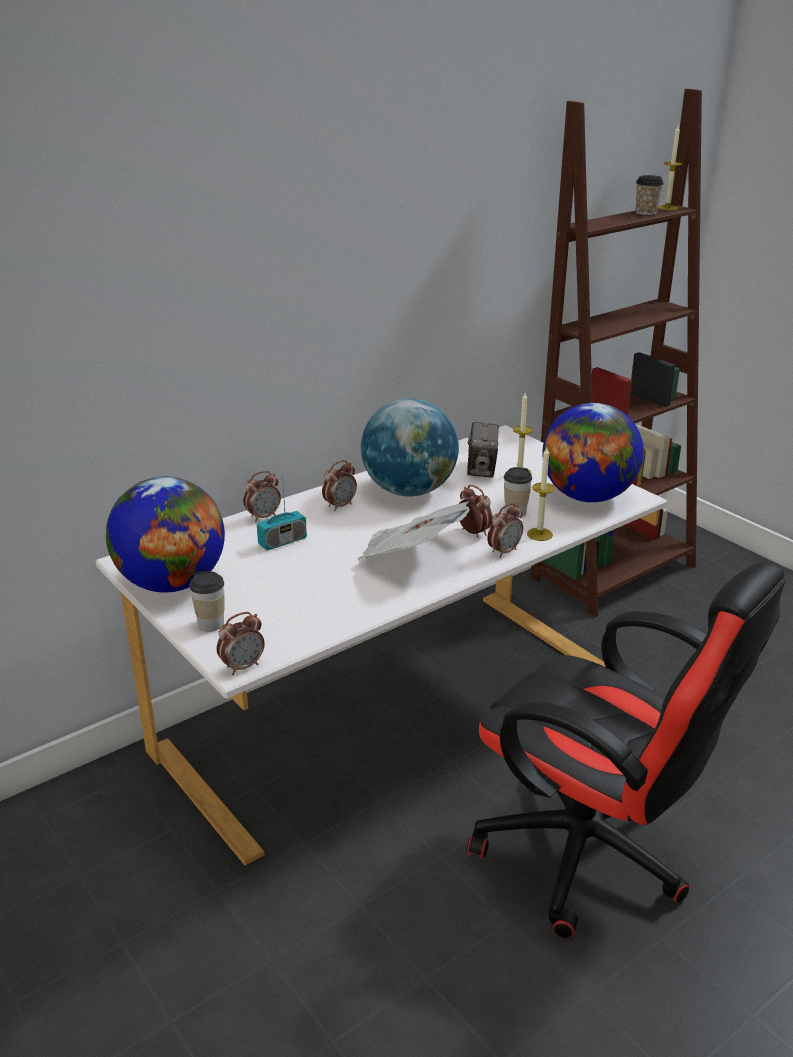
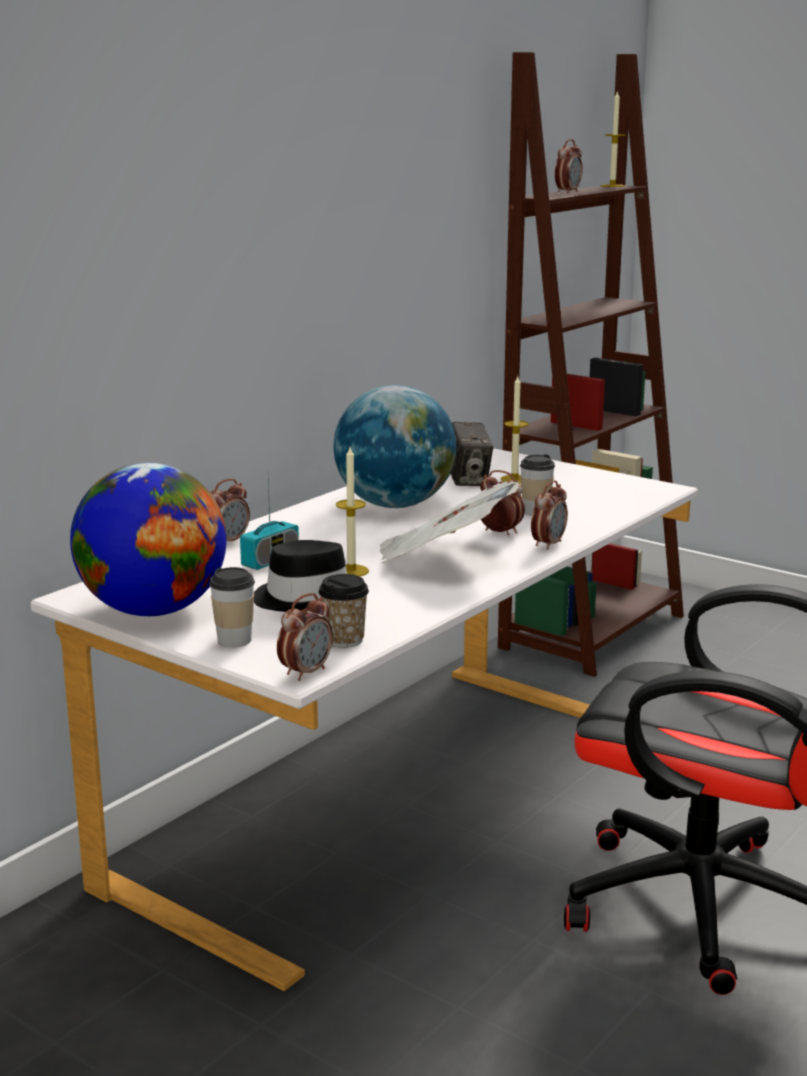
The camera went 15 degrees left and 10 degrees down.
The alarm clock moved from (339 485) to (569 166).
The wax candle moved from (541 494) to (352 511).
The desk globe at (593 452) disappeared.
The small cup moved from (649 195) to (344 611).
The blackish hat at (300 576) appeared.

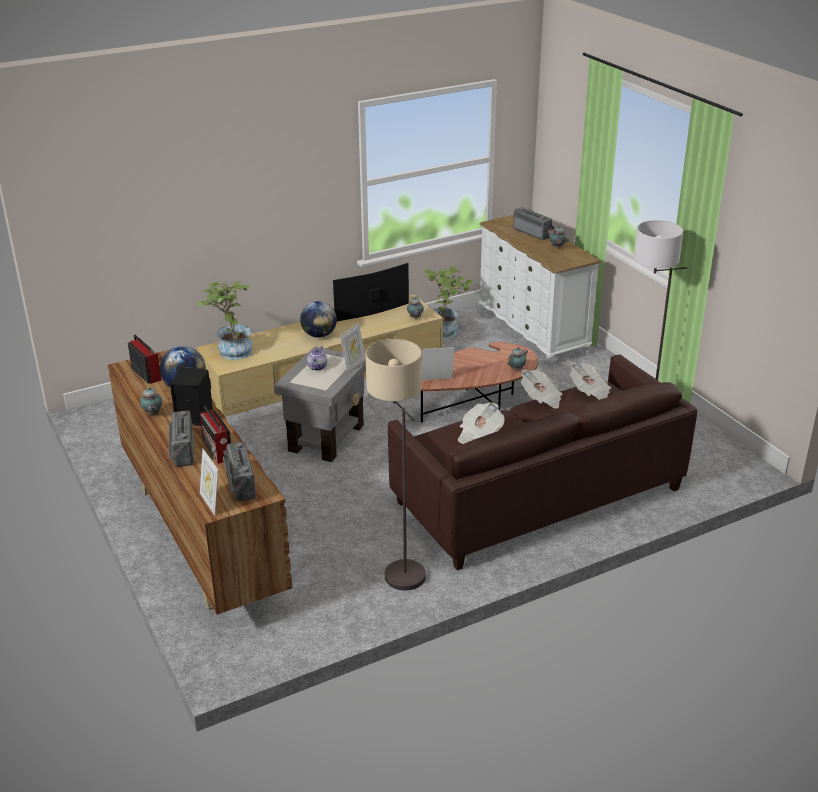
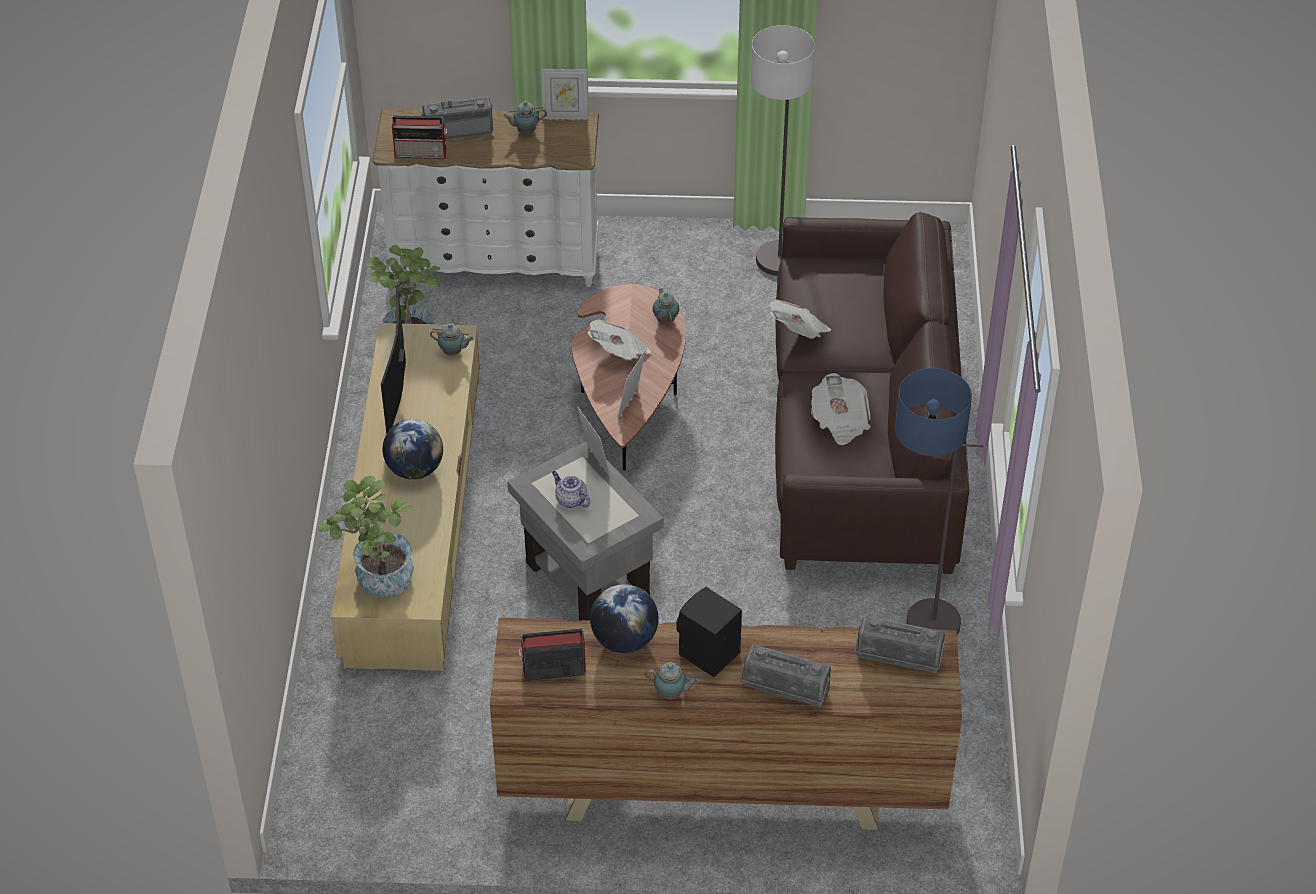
The camera went 60 degrees left and 15 degrees up.
The radio moved from (215 435) to (419 137).
The picture frame moved from (209 482) to (564 94).
The beige-coloured floor lamp at (396 464) became the blue floor lamp at (939 501).
The newspaper moved from (590 381) to (619 339).

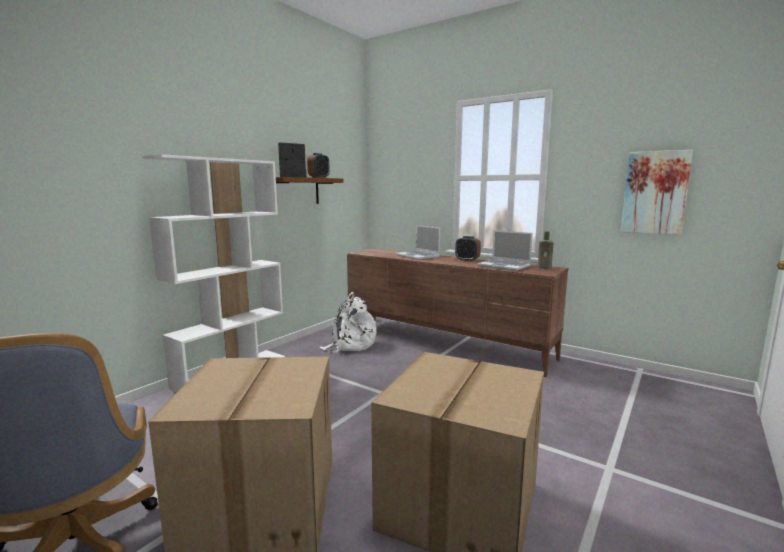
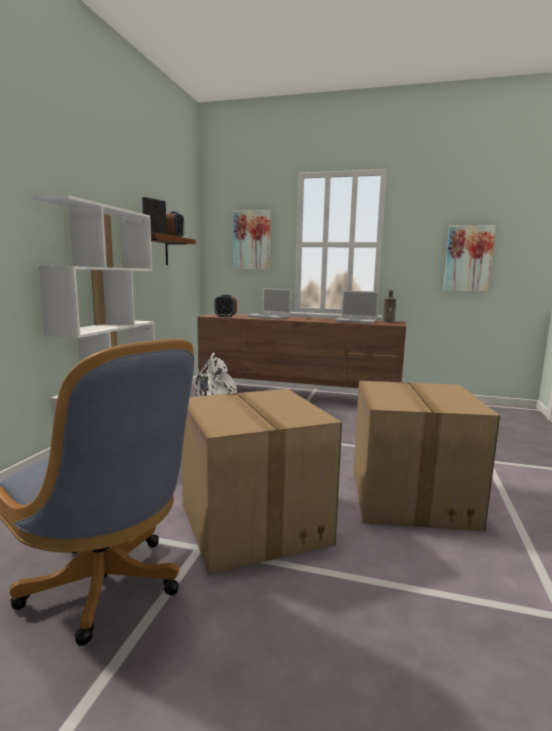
The camera went 20 degrees left and 0 degrees up.
The alarm clock moved from (468 248) to (225 306).
The picture at (252 240) appeared.

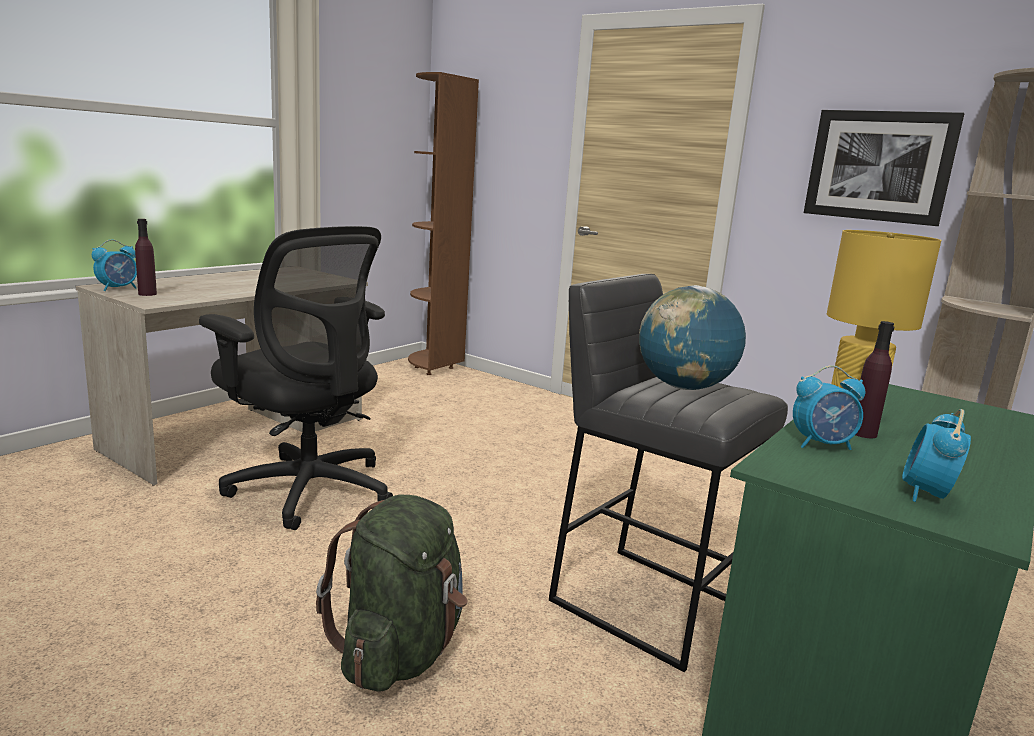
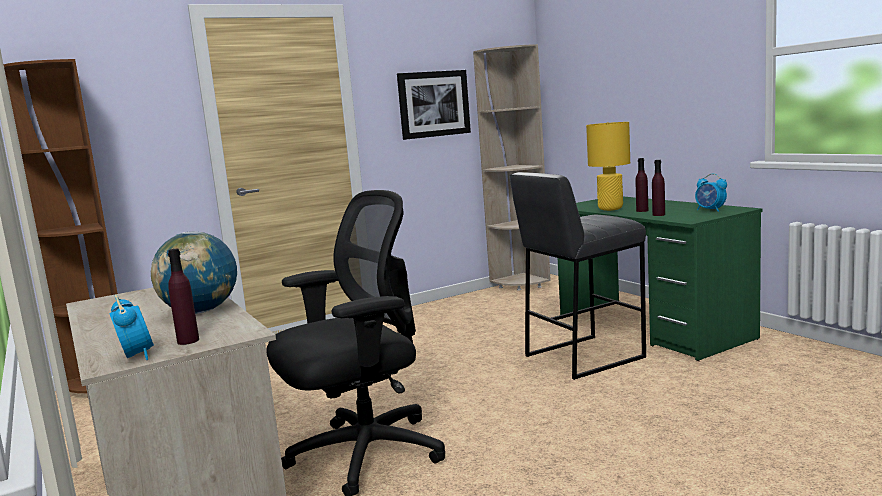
The camera went 65 degrees left and 5 degrees down.
The green-coloured backpack at (392 593) disappeared.
The desk globe moved from (692 337) to (194 273).
The alarm clock at (829 407) was replaced by the purple drink bottle at (658 188).

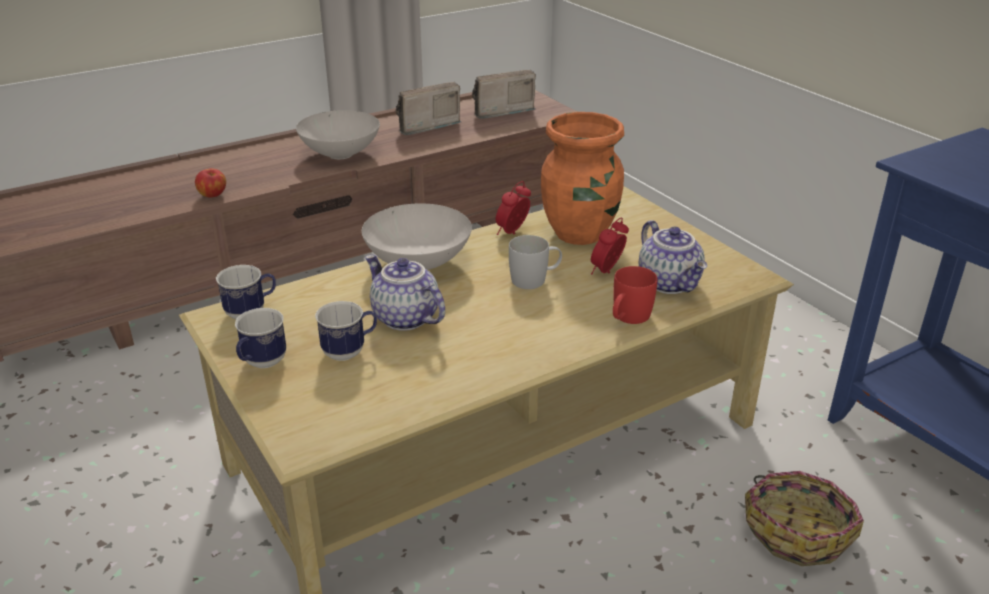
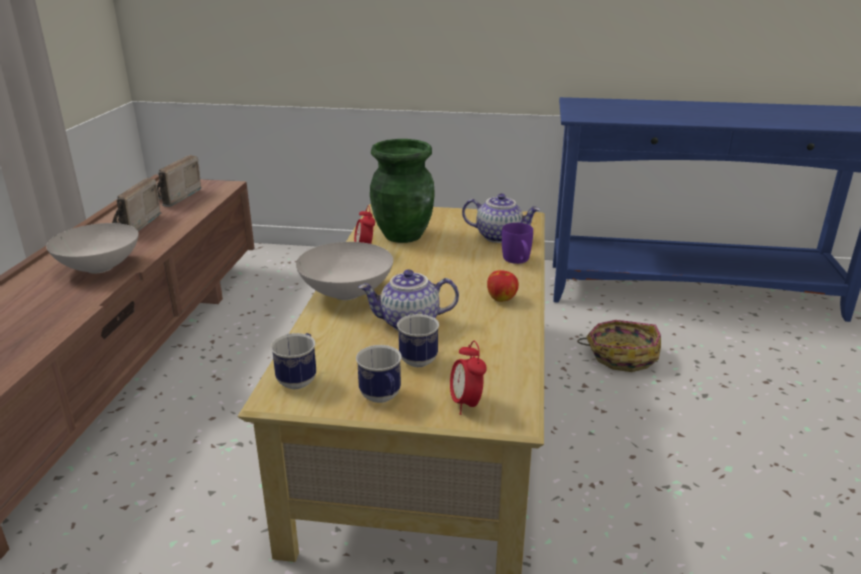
The camera went 50 degrees left and 5 degrees down.
The whole apple moved from (210 183) to (503 286).
The white-coloured coffee mug at (535 262) disappeared.
The orange vase at (582 178) became the green-coloured vase at (402 191).
The alarm clock moved from (610 246) to (468 378).
The reddish coffee mug at (635 295) became the purple coffee mug at (517 243).

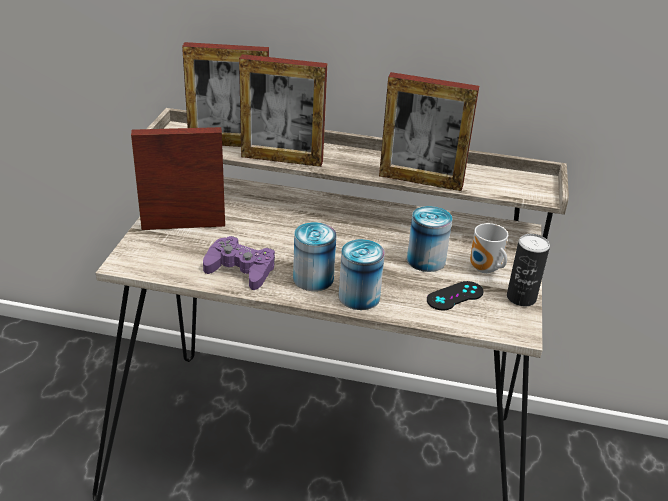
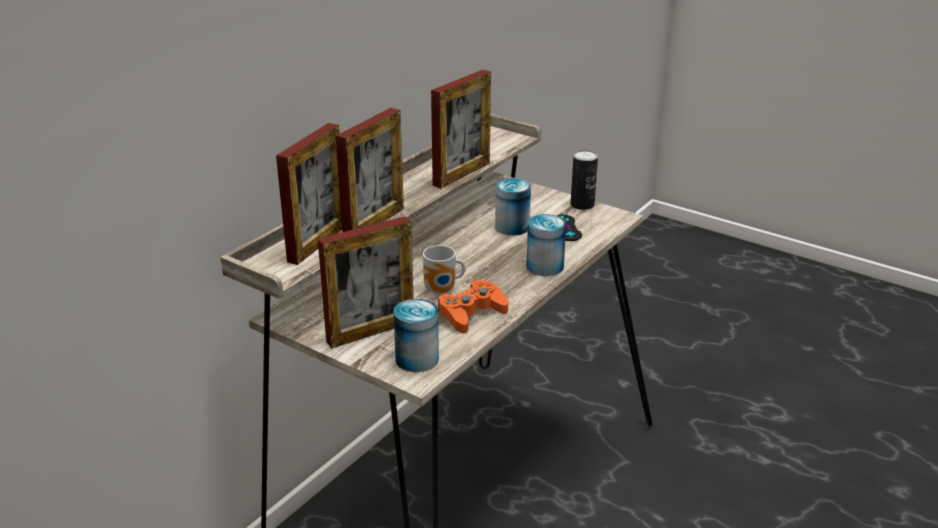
The camera went 65 degrees left and 5 degrees down.
The picture frame at (178 178) turned 135 degrees counterclockwise.
The purple gamepad at (239 263) became the orange gamepad at (473 306).
The metal can moved from (314 256) to (416 335).
The coffee mug moved from (489 248) to (444 270).

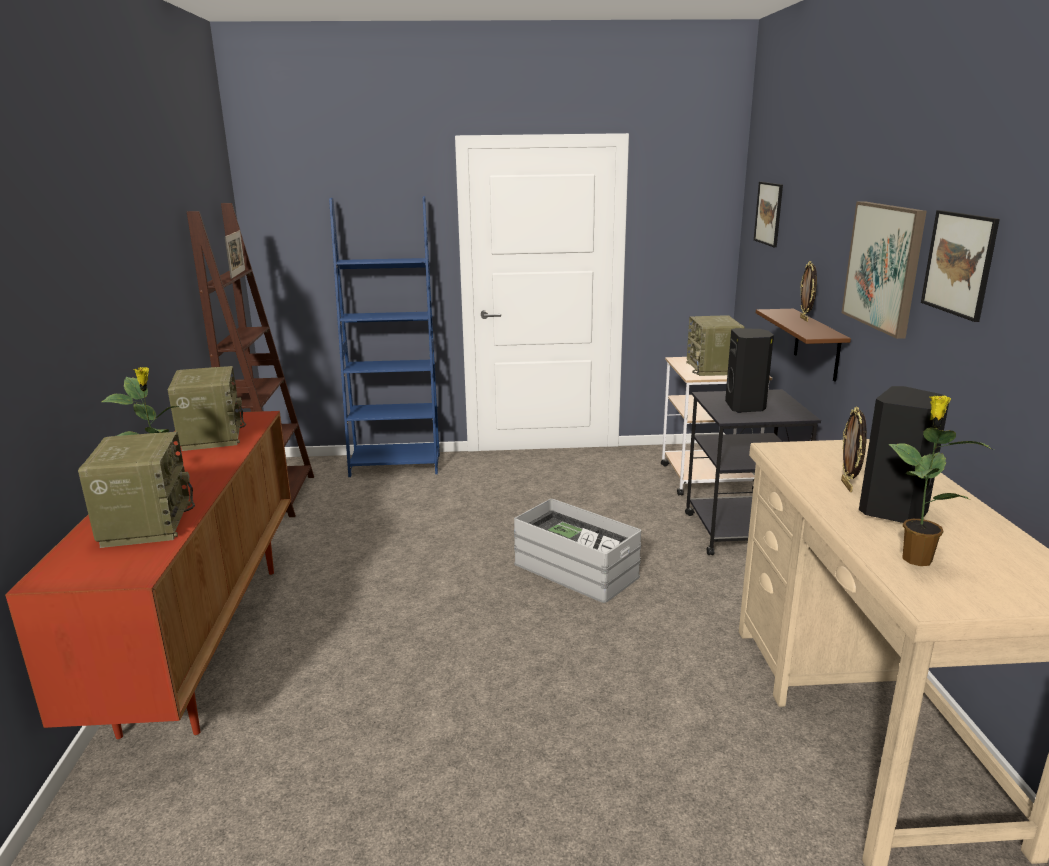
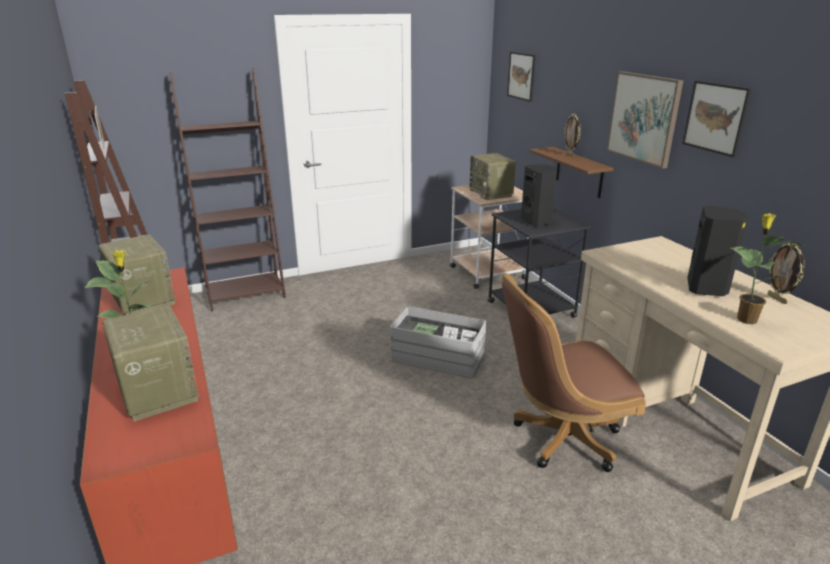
The camera went 20 degrees left and 5 degrees up.
The blue shelving unit at (384 336) became the brown-coloured shelving unit at (227 189).
The picture frame moved from (854 449) to (786 273).
The brown-coloured computer chair at (574 372) appeared.

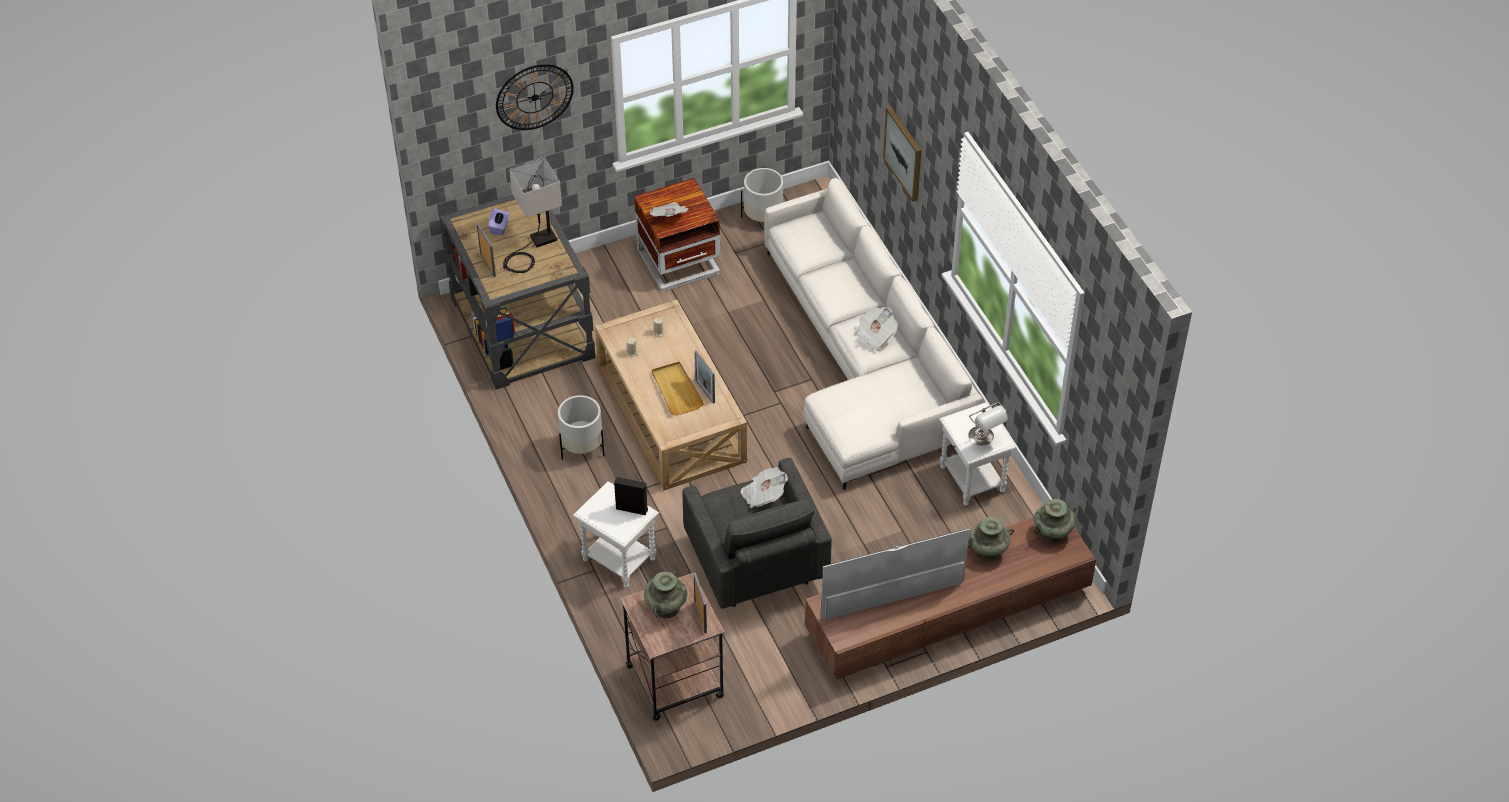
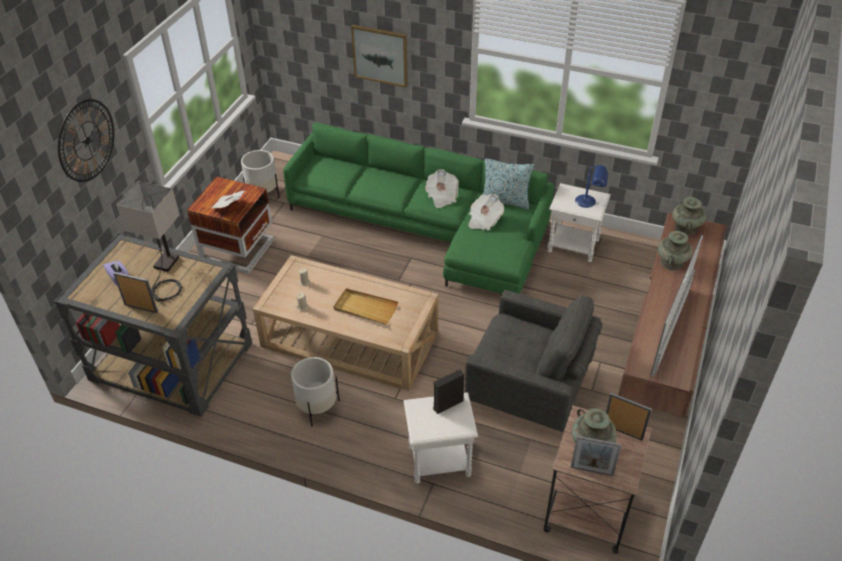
The camera went 45 degrees left and 5 degrees down.
The picture frame moved from (704 377) to (596 456).
The newspaper moved from (764 487) to (486 212).
The white-coloured settee at (873 334) became the green-coloured settee at (418 208).
The white-coloured table lamp at (988 423) became the blue table lamp at (591 186).
The throw pillow at (508 184) appeared.

